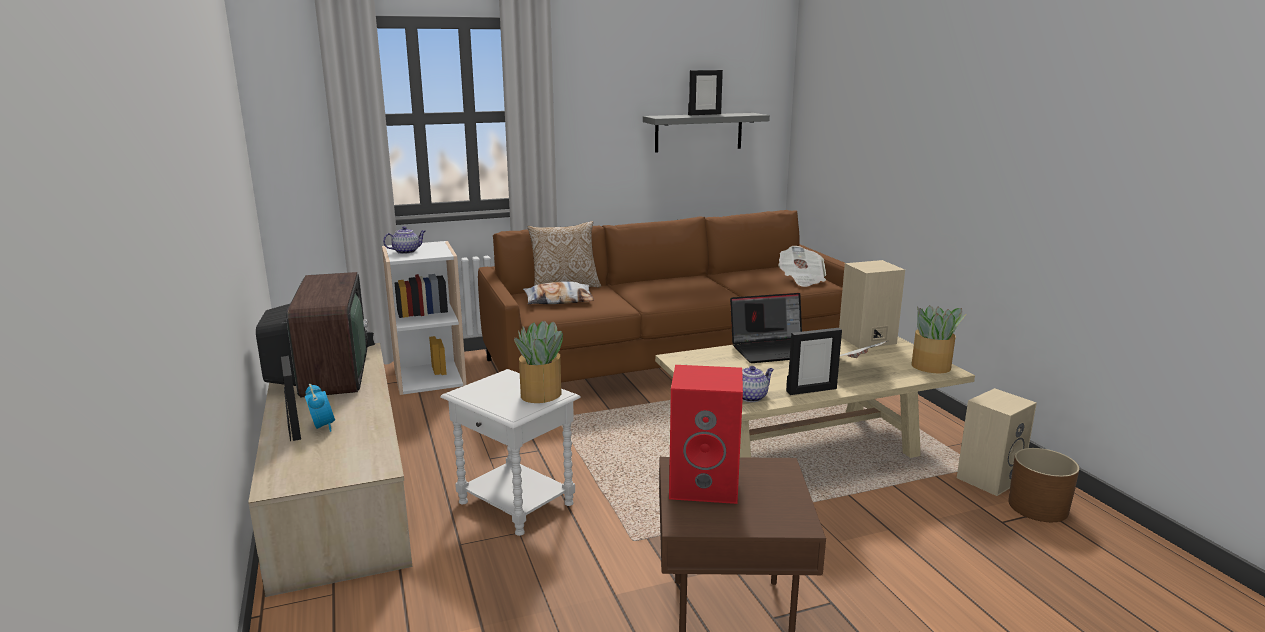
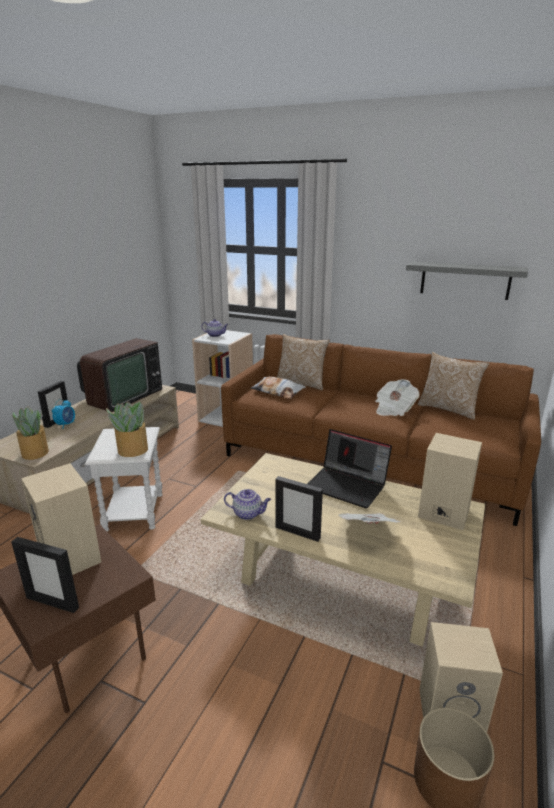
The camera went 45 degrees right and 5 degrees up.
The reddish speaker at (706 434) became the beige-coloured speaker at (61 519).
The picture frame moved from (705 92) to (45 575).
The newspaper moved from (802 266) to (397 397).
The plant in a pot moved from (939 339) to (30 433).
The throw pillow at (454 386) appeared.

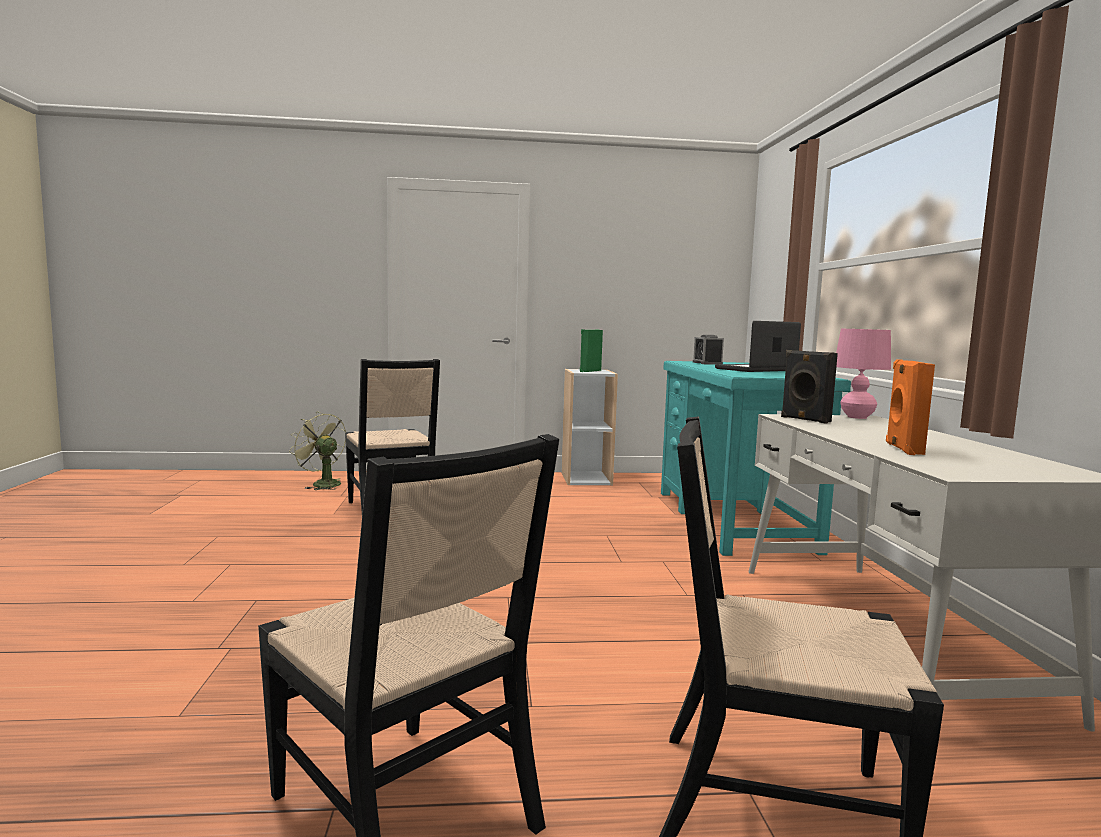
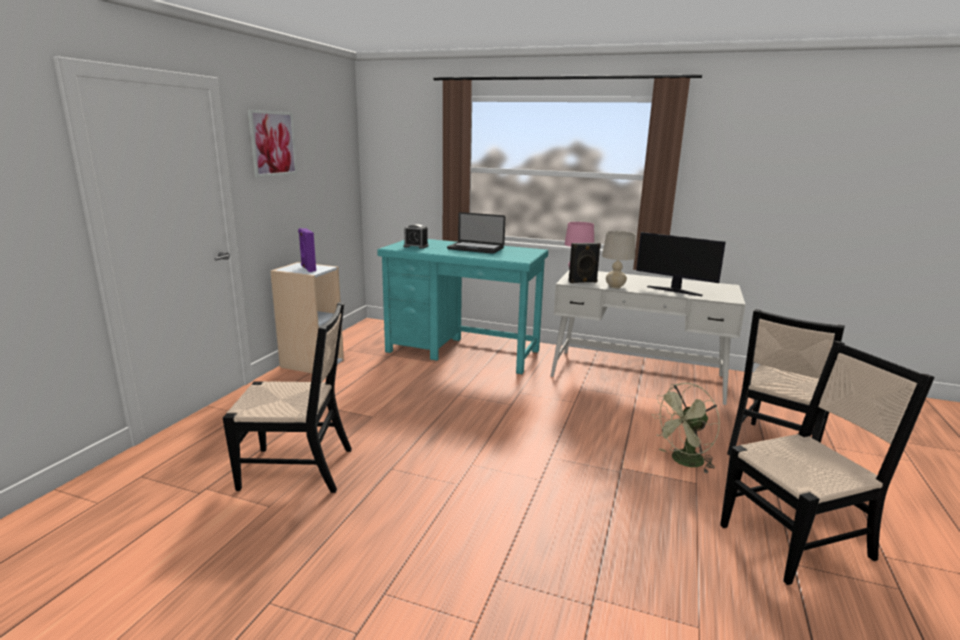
The camera went 65 degrees left and 10 degrees up.
The green-coloured fan moved from (317 451) to (686 428).
The green-coloured speaker at (591 350) became the purple speaker at (307 250).
The laptop at (758 346) turned 60 degrees counterclockwise.
The orange speaker at (910 407) was replaced by the computer display at (681 264).
The picture at (272 143) appeared.
The beige-coloured table lamp at (618 259) appeared.

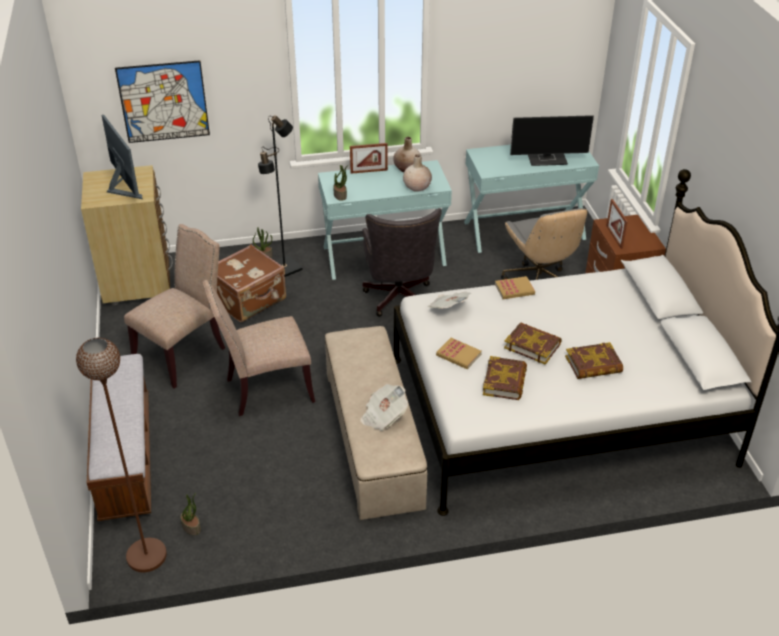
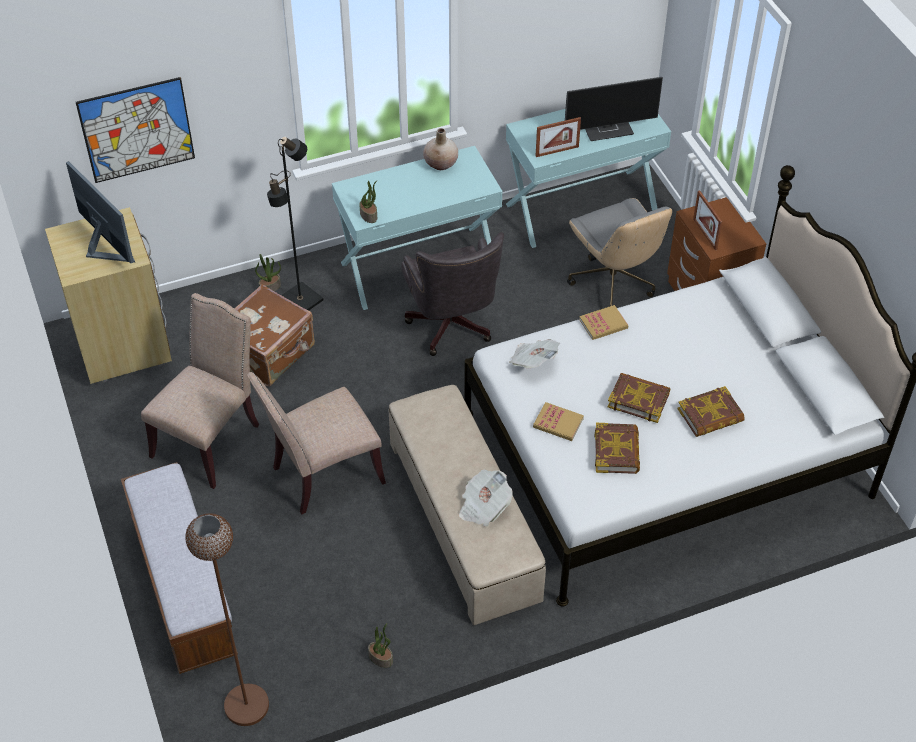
The camera went 10 degrees left and 10 degrees up.
The plant in a pot moved from (190 514) to (380 645).
The picture frame moved from (369 158) to (558 137).
The beige-coloured vase at (417 173) disappeared.

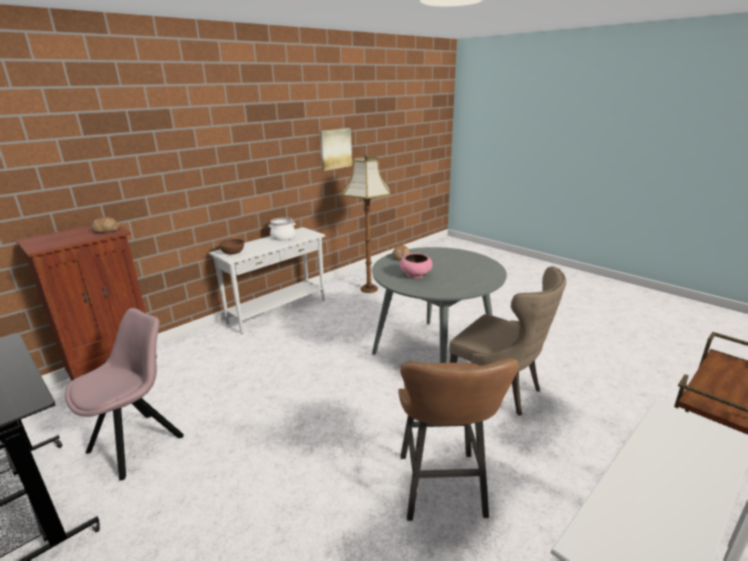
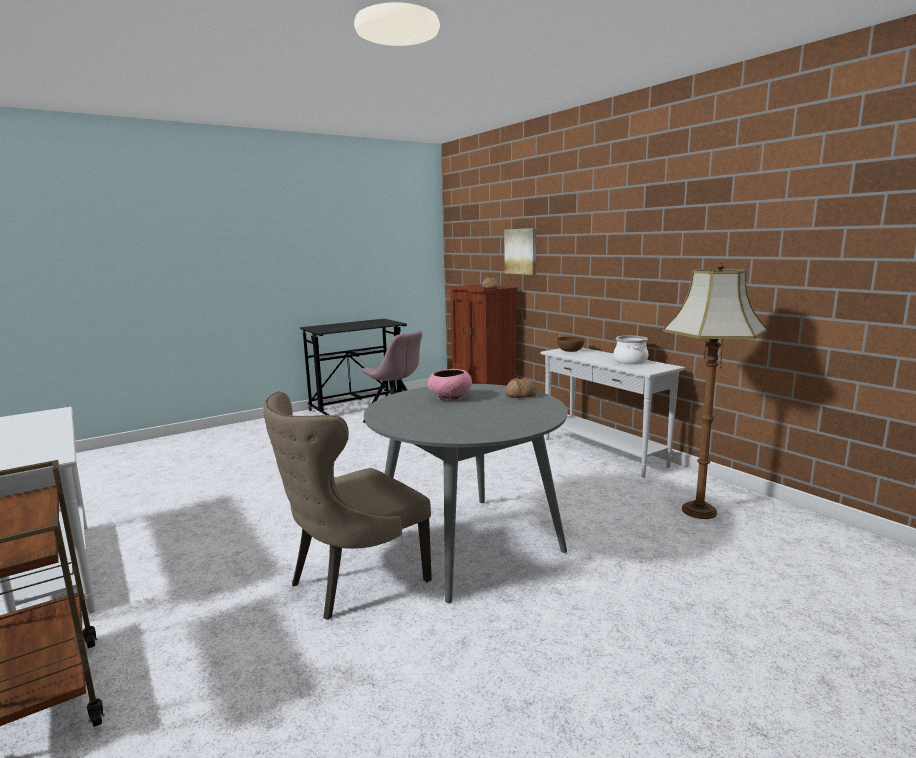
The camera went 100 degrees right and 10 degrees down.
The picture moved from (335 149) to (520 251).
The brown-coloured stool at (458 439) disappeared.

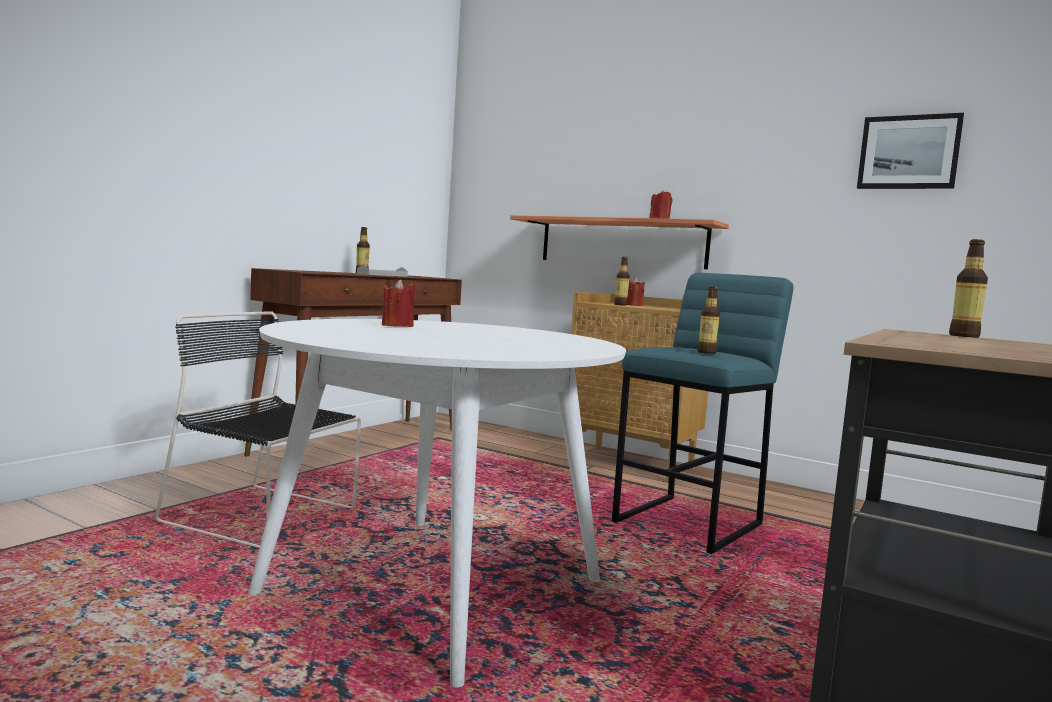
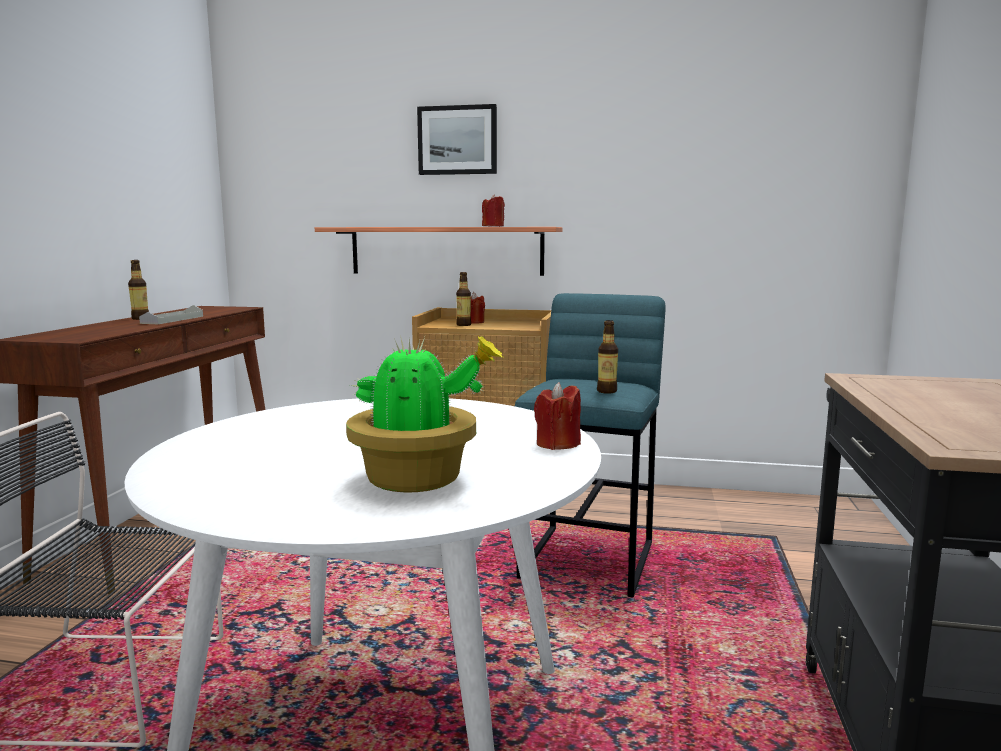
The camera went 20 degrees left and 5 degrees up.
The reddish wax candle moved from (398 303) to (557 416).
The picture moved from (910 151) to (457 139).
The drink bottle at (968 288) disappeared.
The plant in a pot at (424 414) appeared.

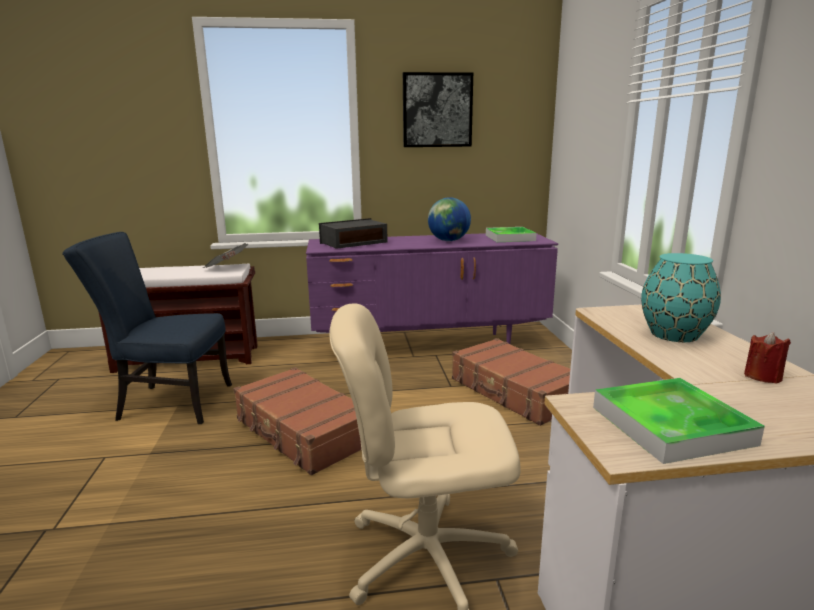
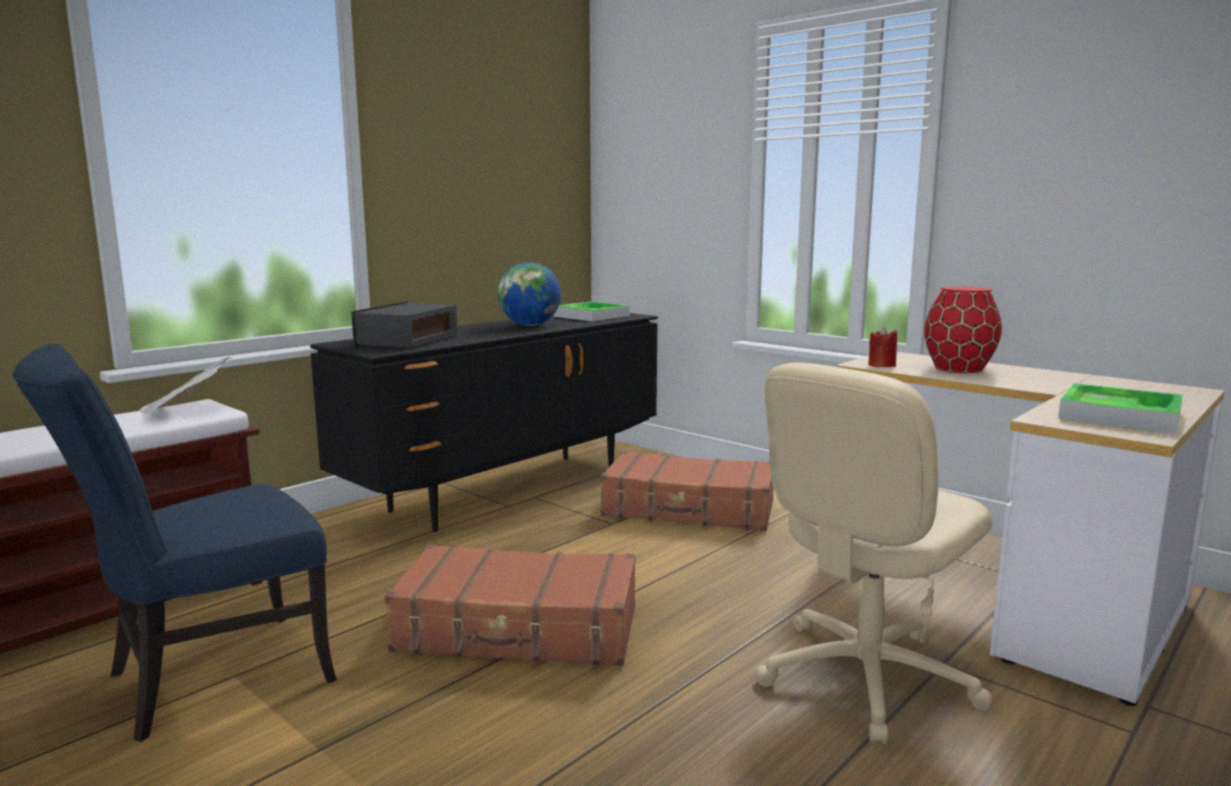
The camera went 40 degrees left and 5 degrees down.
The purple chest of drawers at (432 288) became the blackish chest of drawers at (484 422).
The picture at (438 109) disappeared.
The turquoise-coloured vase at (681 297) became the reddish vase at (963 329).
The reddish wax candle moved from (767 358) to (882 347).

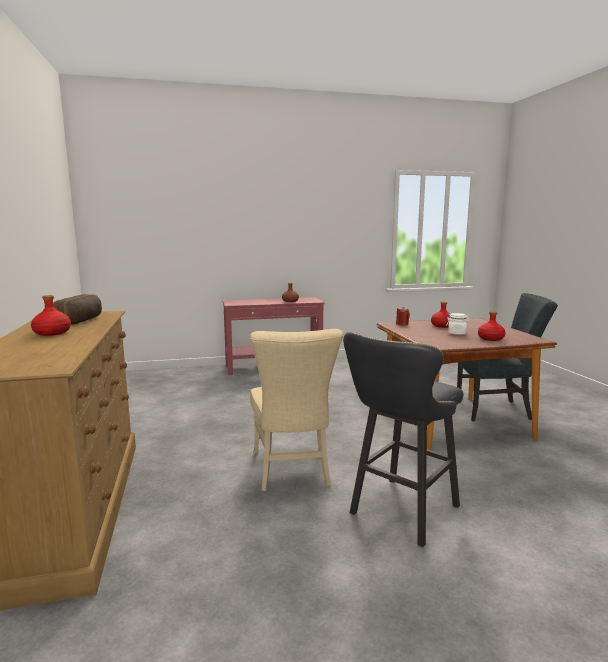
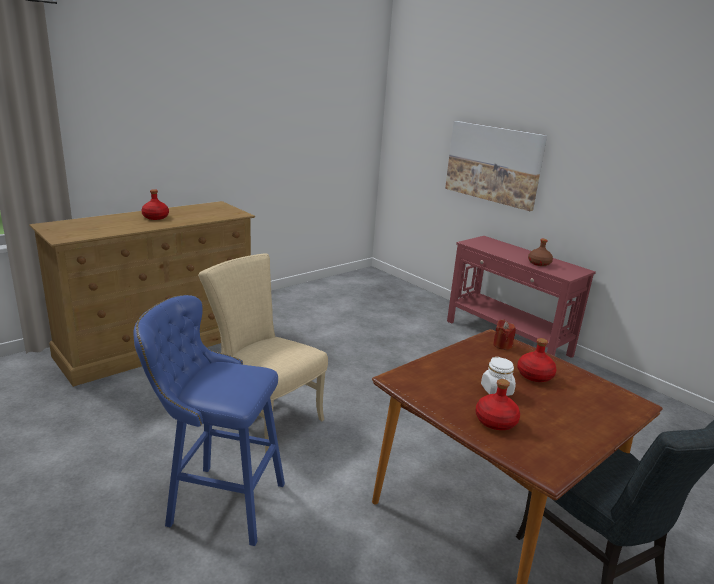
The camera went 60 degrees right and 10 degrees up.
The bread at (77 309) disappeared.
The beige-coloured chair at (296 410) turned 75 degrees clockwise.
The blackish stool at (403 439) became the blue stool at (209 420).
The picture at (496 166) appeared.

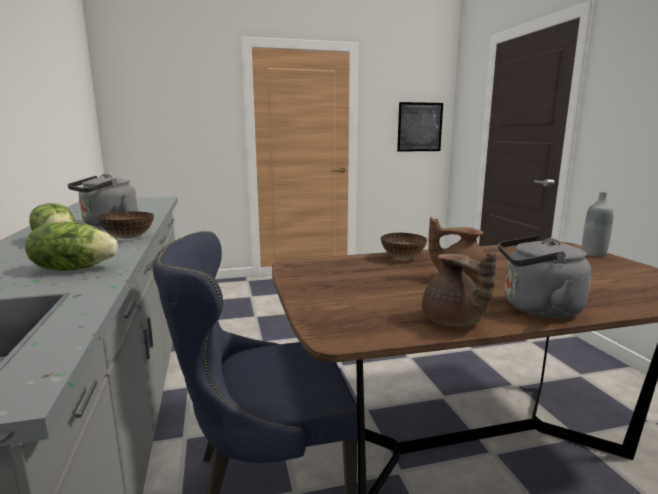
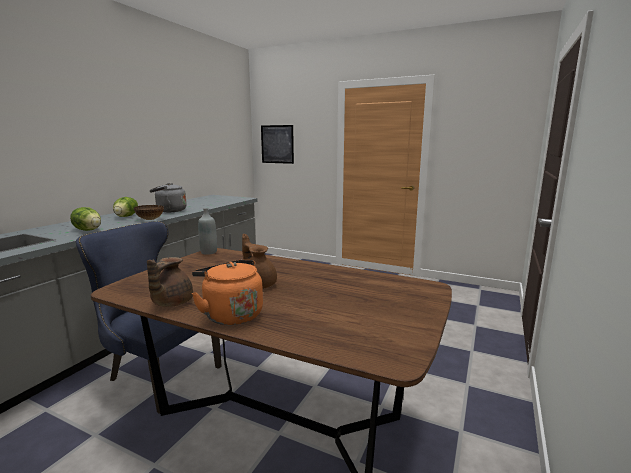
The camera went 40 degrees right and 0 degrees up.
The serving bowl at (404 246) disappeared.
The picture moved from (420 127) to (277 144).
The grey water kettle at (545 276) became the orange water kettle at (227 292).
The grey drink bottle moved from (598 224) to (207 231).

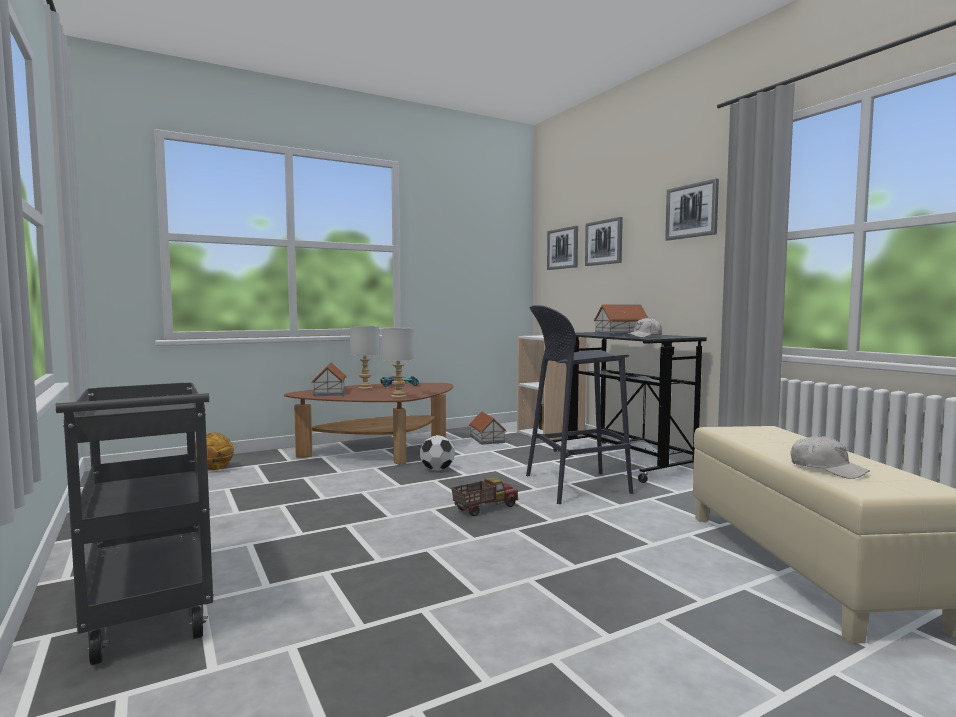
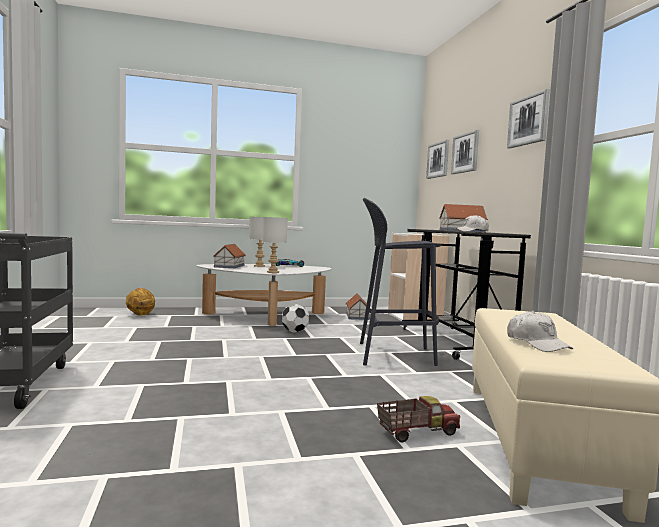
The camera went 15 degrees right and 0 degrees up.
The brown-coloured coffee table at (368 424) became the white-coloured coffee table at (263 295).
The model truck moved from (484 497) to (418 419).

